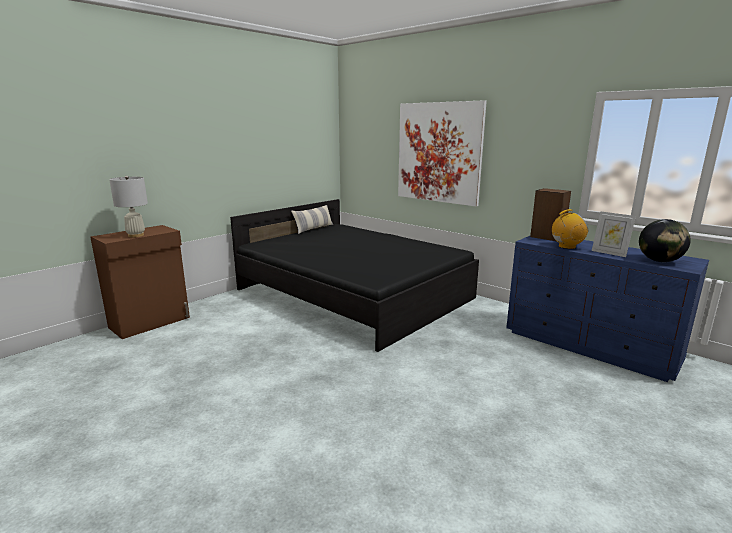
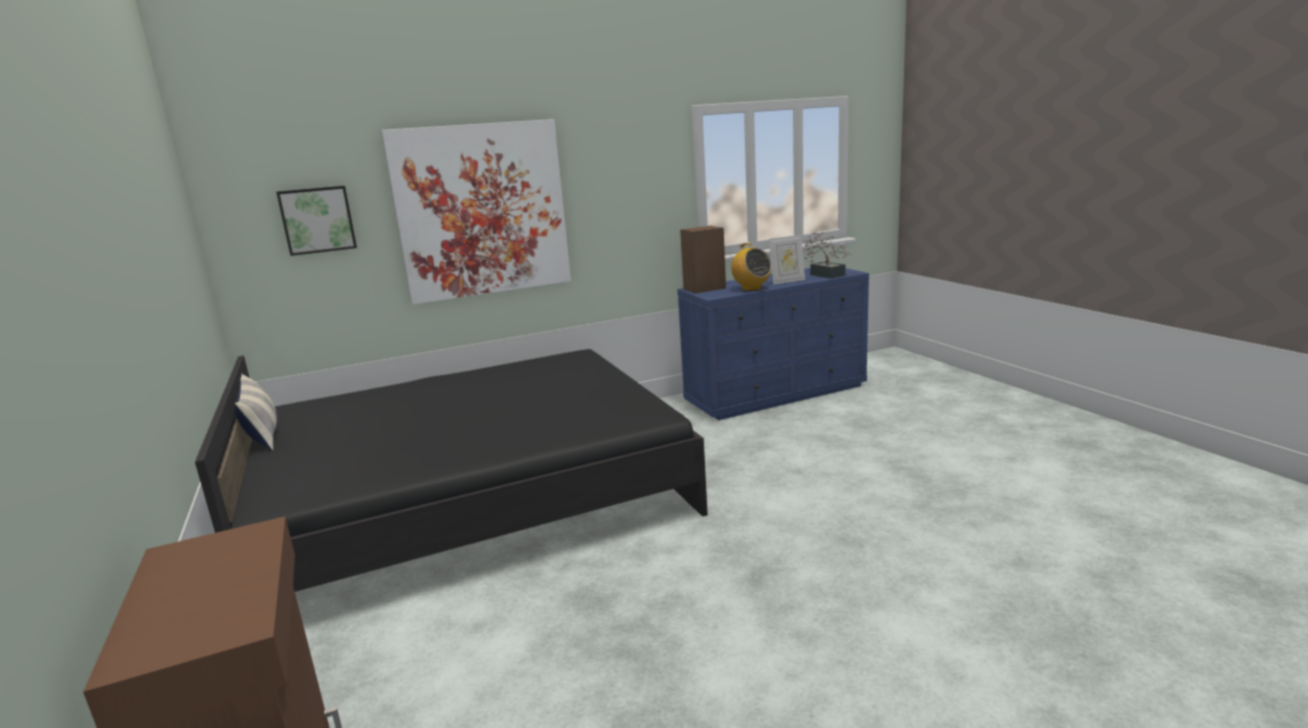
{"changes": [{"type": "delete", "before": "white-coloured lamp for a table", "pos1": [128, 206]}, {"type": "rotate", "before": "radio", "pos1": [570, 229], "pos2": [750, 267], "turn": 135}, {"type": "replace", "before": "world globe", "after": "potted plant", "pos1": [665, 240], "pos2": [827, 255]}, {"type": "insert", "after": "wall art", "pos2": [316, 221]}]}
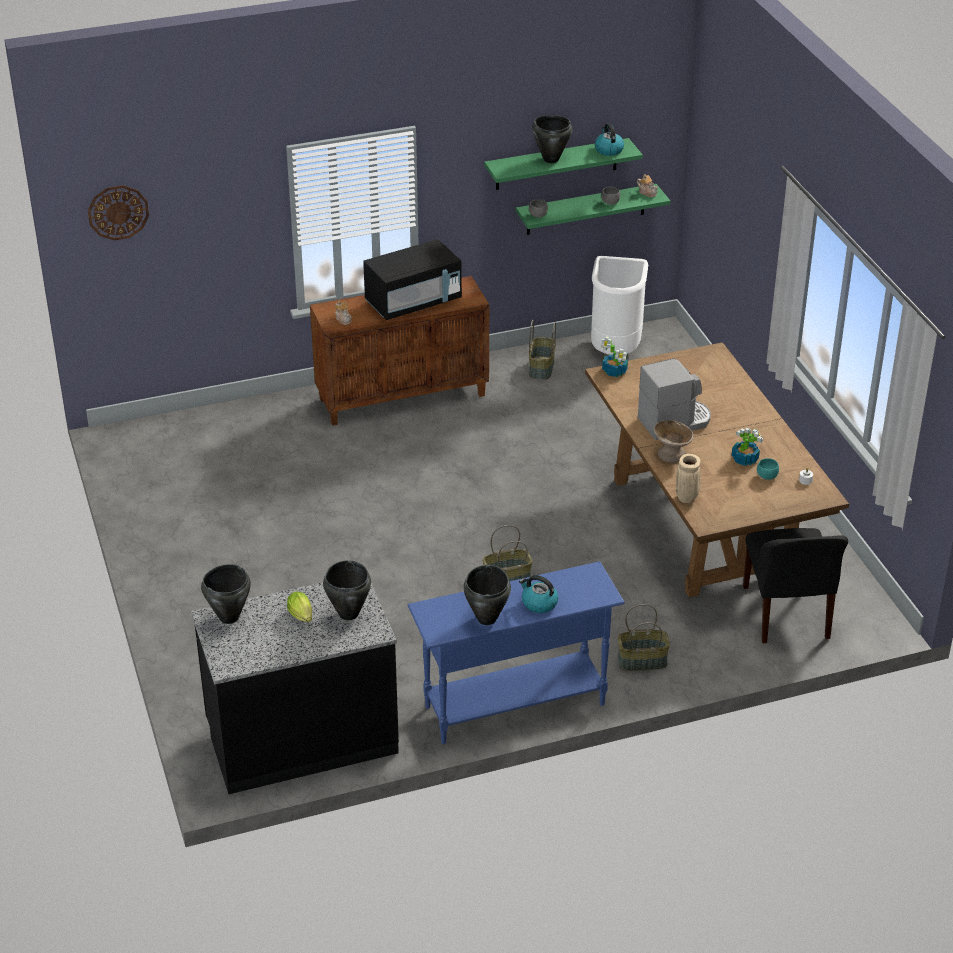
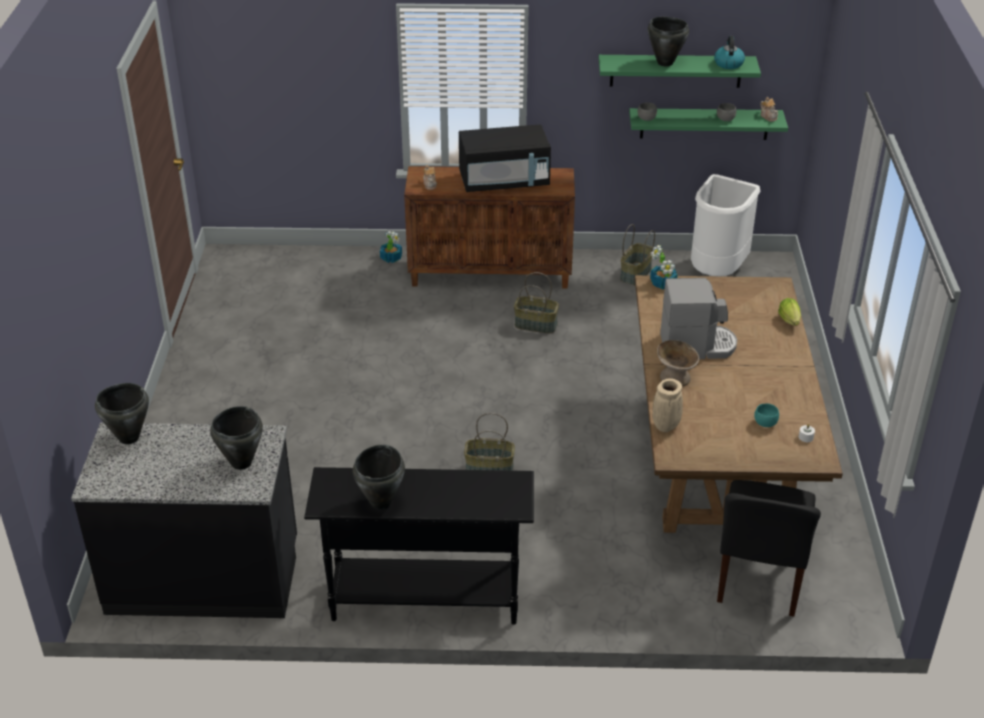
{"changes": [{"type": "delete", "before": "hanging clock", "pos1": [118, 213]}, {"type": "move", "before": "potted plant", "pos1": [747, 447], "pos2": [391, 247]}, {"type": "recolor", "before": "blue-coloured console table", "after": "black console table", "pos1": [516, 652], "pos2": [419, 546]}, {"type": "delete", "before": "kettle", "pos1": [538, 594]}, {"type": "move", "before": "lettuce head", "pos1": [299, 607], "pos2": [789, 312]}, {"type": "move", "before": "household basket", "pos1": [644, 637], "pos2": [536, 303]}]}
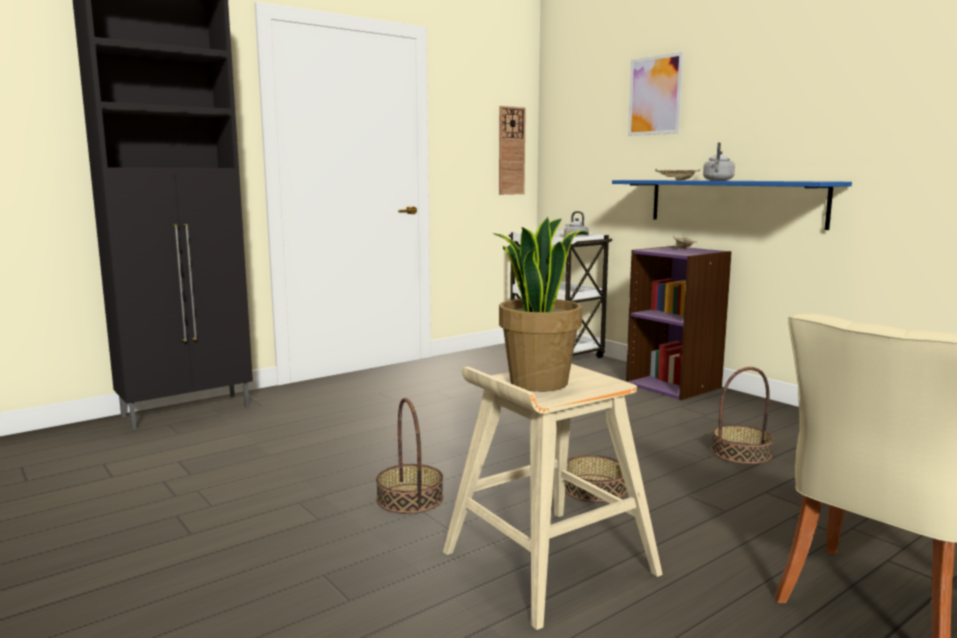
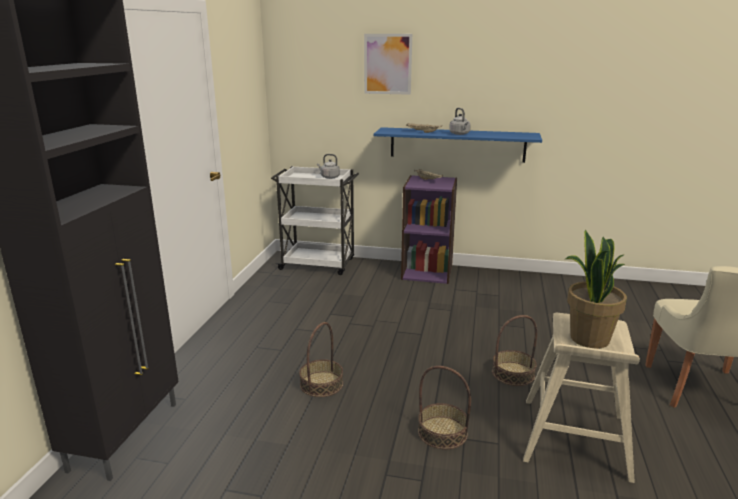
{"changes": [{"type": "delete", "before": "hanging clock", "pos1": [512, 150]}, {"type": "move", "before": "household basket", "pos1": [742, 415], "pos2": [321, 359]}]}
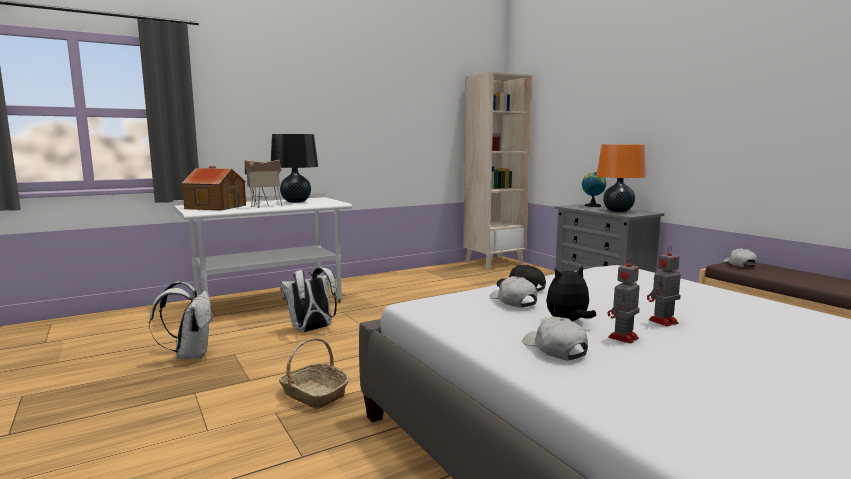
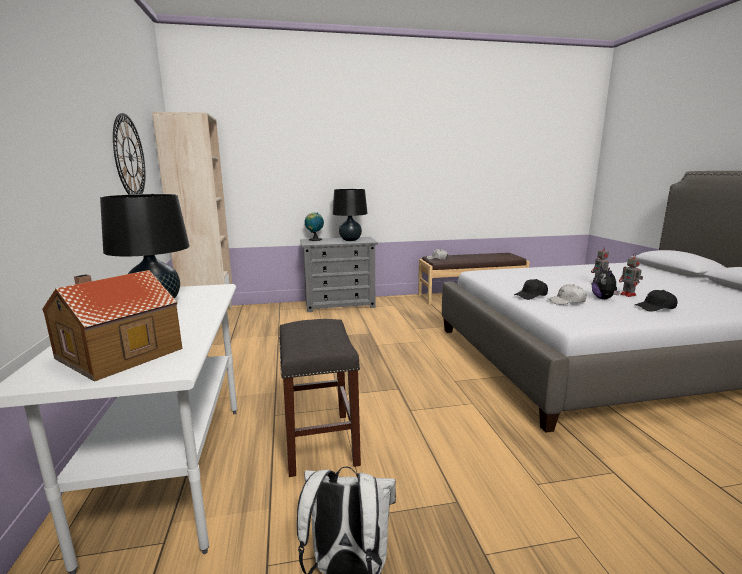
{"changes": [{"type": "recolor", "before": "orange lamp for a table", "after": "black lamp for a table", "pos1": [621, 178], "pos2": [350, 215]}, {"type": "delete", "before": "model house", "pos1": [263, 184]}, {"type": "replace", "before": "white-coloured rucksack", "after": "grey stool seat", "pos1": [308, 299], "pos2": [320, 398]}, {"type": "recolor", "before": "white-coloured peaked cap", "after": "black peaked cap", "pos1": [555, 338], "pos2": [656, 300]}, {"type": "delete", "before": "household basket", "pos1": [314, 373]}, {"type": "insert", "after": "hanging clock", "pos2": [129, 153]}]}
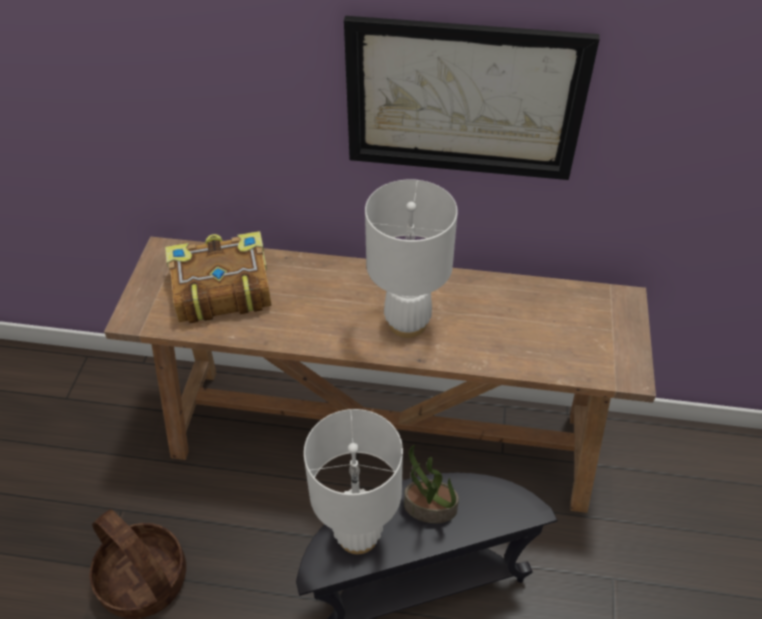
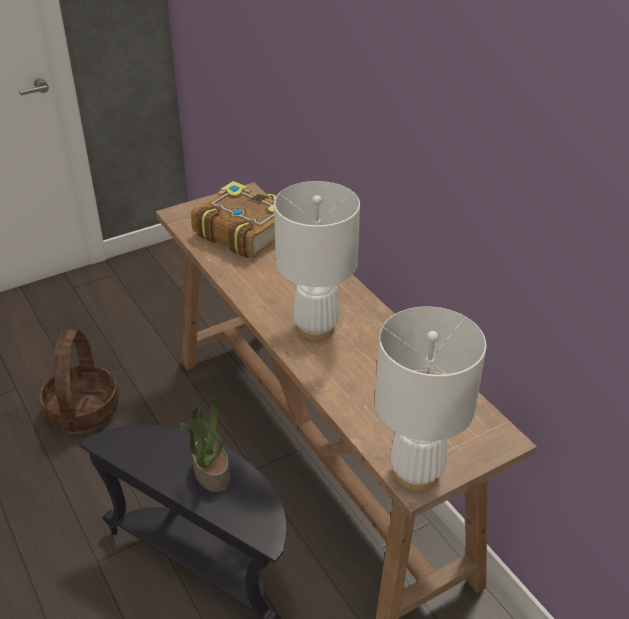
{"changes": [{"type": "delete", "before": "wall art", "pos1": [472, 98]}, {"type": "move", "before": "white-coloured lamp for a table", "pos1": [353, 481], "pos2": [430, 399]}]}
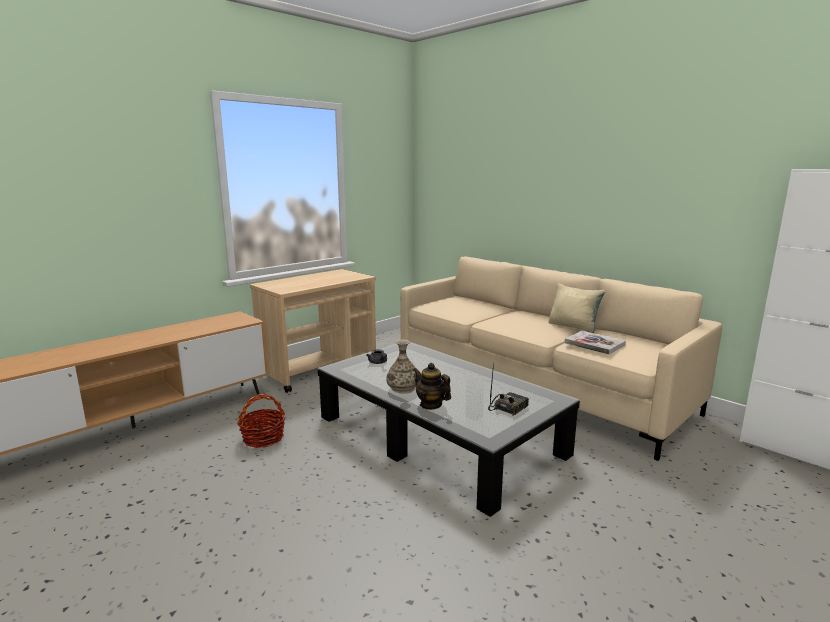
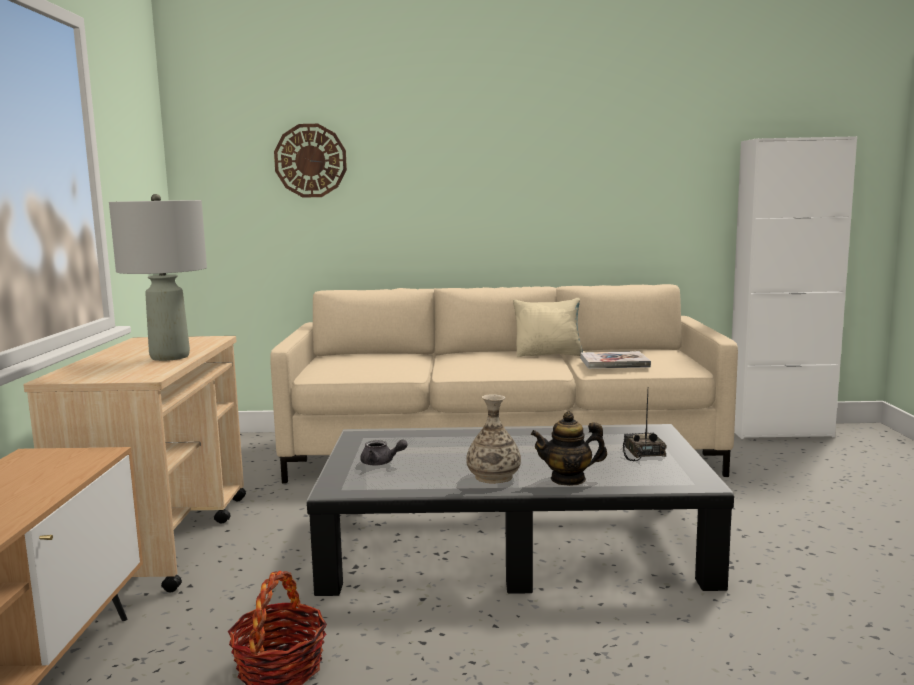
{"changes": [{"type": "insert", "after": "hanging clock", "pos2": [310, 161]}, {"type": "insert", "after": "grey lamp for a table", "pos2": [158, 277]}]}
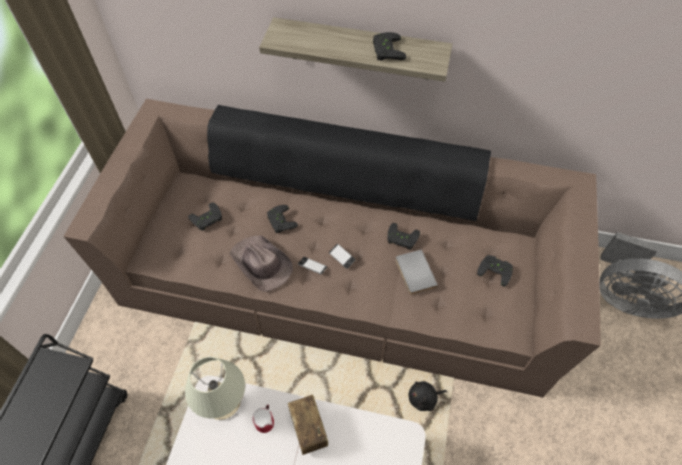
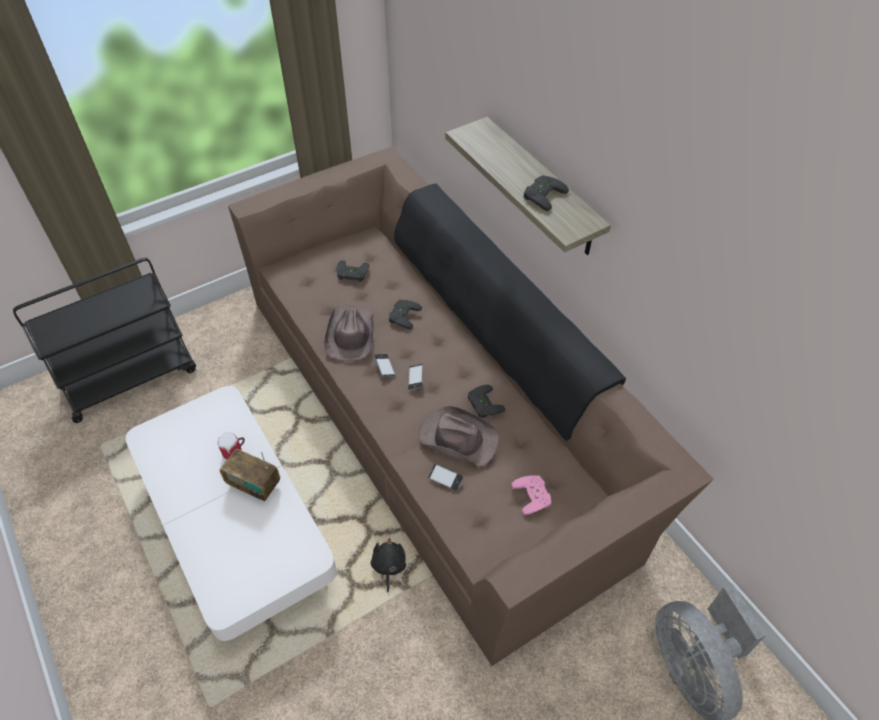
{"changes": [{"type": "replace", "before": "grey bound book", "after": "brownish hat", "pos1": [416, 272], "pos2": [459, 436]}, {"type": "recolor", "before": "black game controller", "after": "pinkish game controller", "pos1": [495, 271], "pos2": [531, 495]}, {"type": "delete", "before": "beige lamp for a table", "pos1": [215, 388]}, {"type": "rotate", "before": "black plush toy", "pos1": [428, 396], "pos2": [388, 564], "turn": 60}, {"type": "rotate", "before": "radio", "pos1": [308, 425], "pos2": [250, 475], "turn": -90}, {"type": "insert", "after": "phone", "pos2": [445, 477]}]}
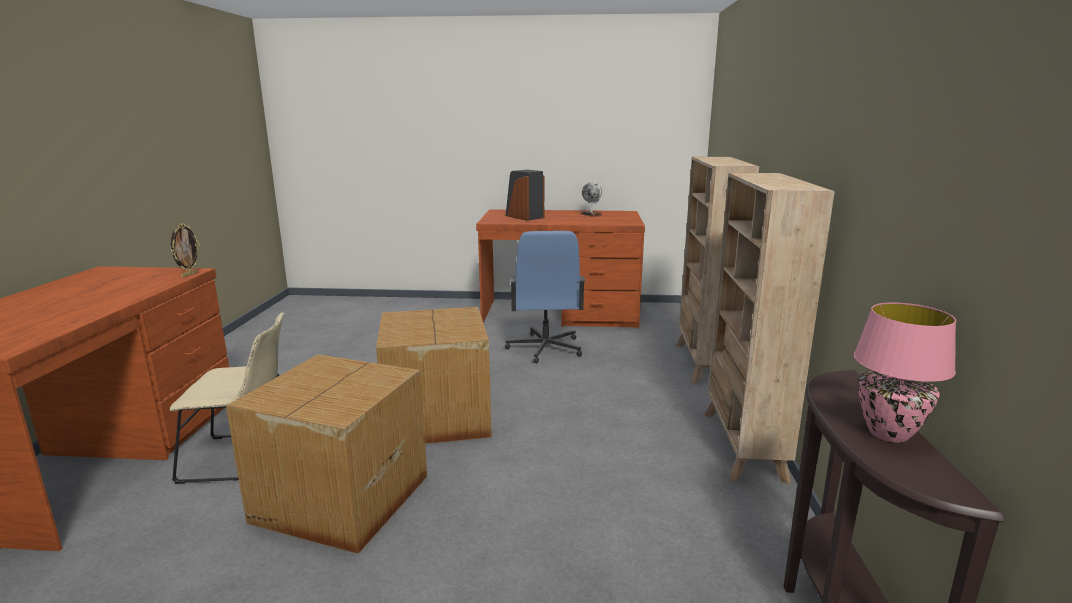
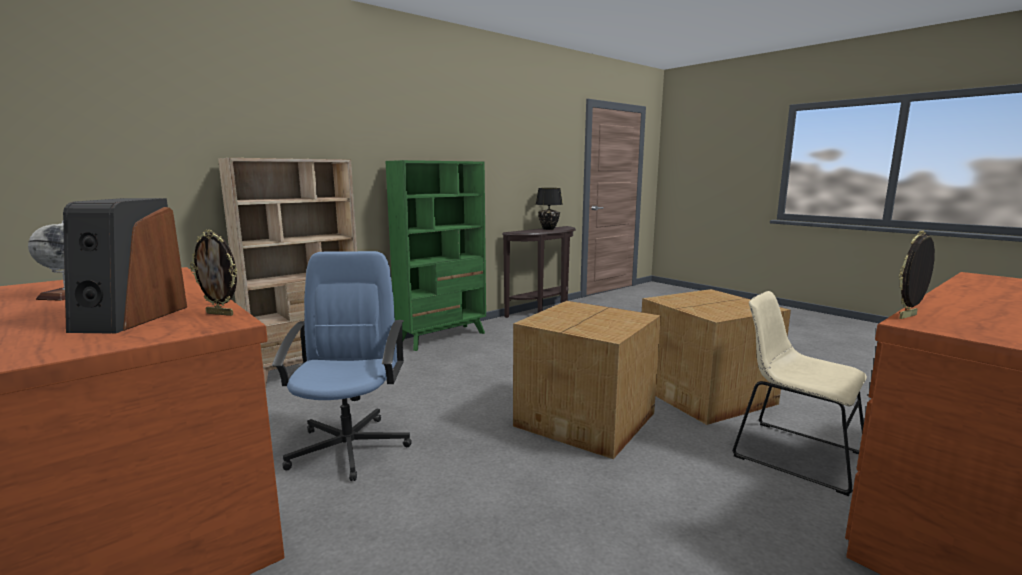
{"changes": [{"type": "recolor", "before": "beige bookcase", "after": "greenish bookcase", "pos1": [769, 328], "pos2": [435, 255]}, {"type": "rotate", "before": "blue-coloured desk chair", "pos1": [545, 297], "pos2": [342, 366], "turn": -45}, {"type": "recolor", "before": "pinkish lamp for a table", "after": "black lamp for a table", "pos1": [905, 373], "pos2": [549, 209]}, {"type": "insert", "after": "picture frame", "pos2": [214, 273]}]}
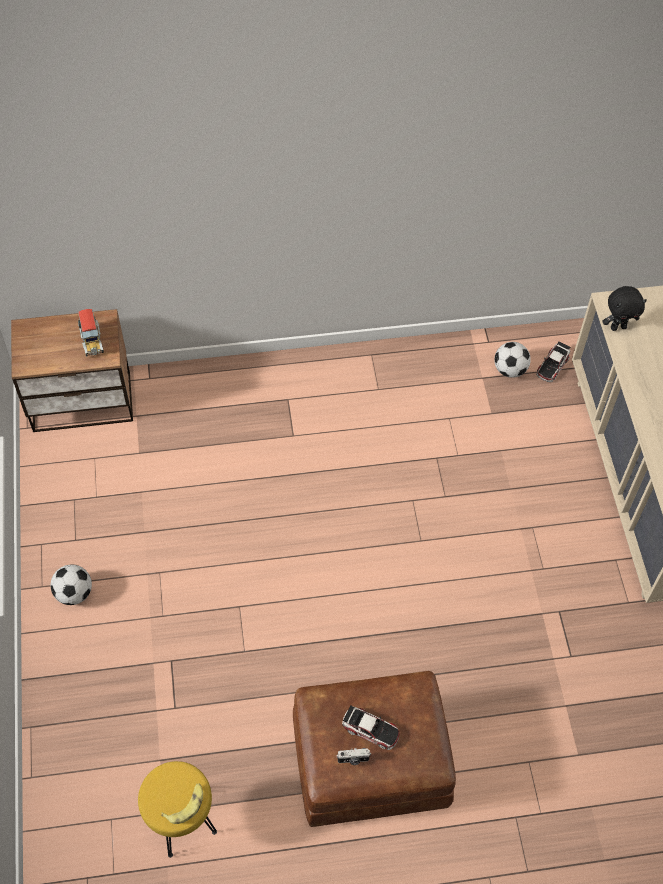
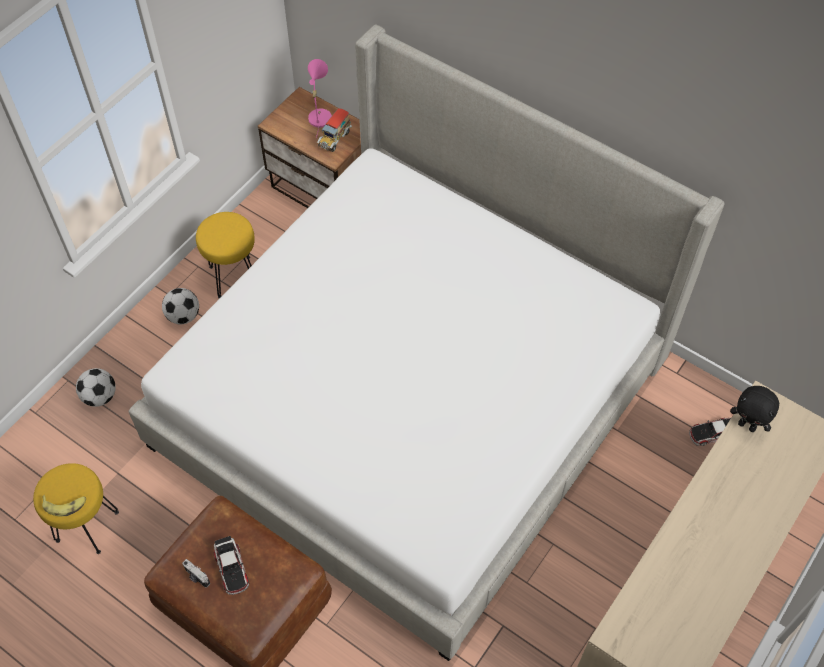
{"changes": [{"type": "move", "before": "football ball", "pos1": [512, 360], "pos2": [96, 387]}, {"type": "insert", "after": "sleeping bed", "pos2": [427, 343]}, {"type": "insert", "after": "pinkish lamp for a table", "pos2": [320, 98]}, {"type": "insert", "after": "yellow stool seat", "pos2": [225, 255]}]}
